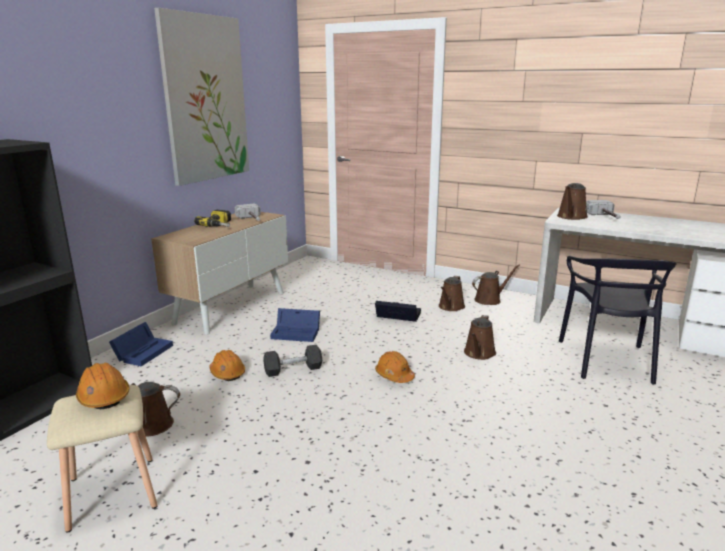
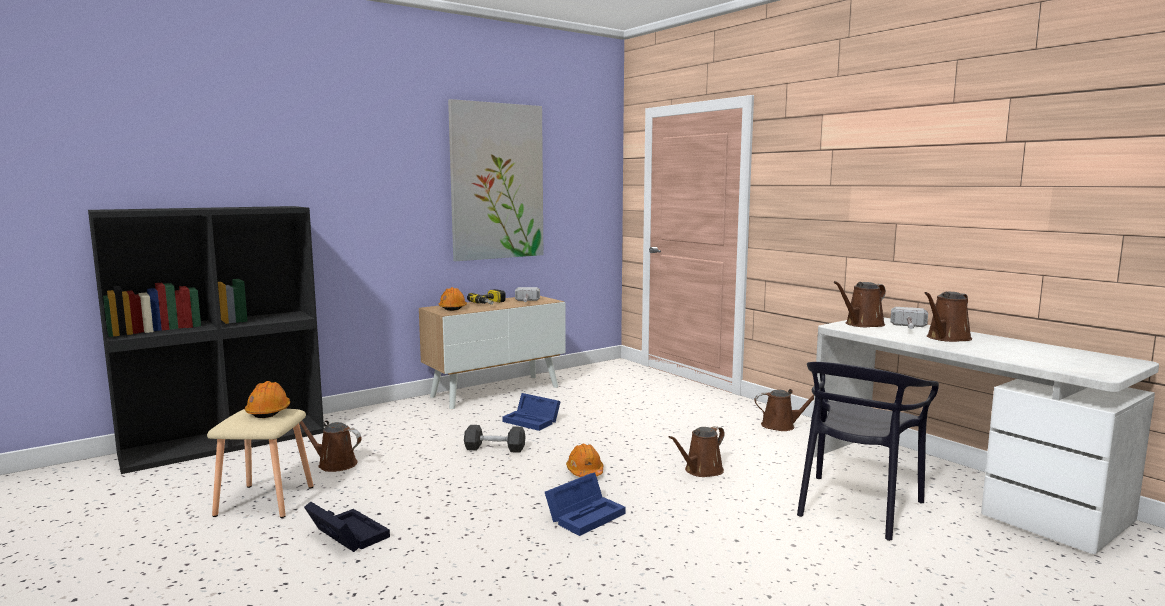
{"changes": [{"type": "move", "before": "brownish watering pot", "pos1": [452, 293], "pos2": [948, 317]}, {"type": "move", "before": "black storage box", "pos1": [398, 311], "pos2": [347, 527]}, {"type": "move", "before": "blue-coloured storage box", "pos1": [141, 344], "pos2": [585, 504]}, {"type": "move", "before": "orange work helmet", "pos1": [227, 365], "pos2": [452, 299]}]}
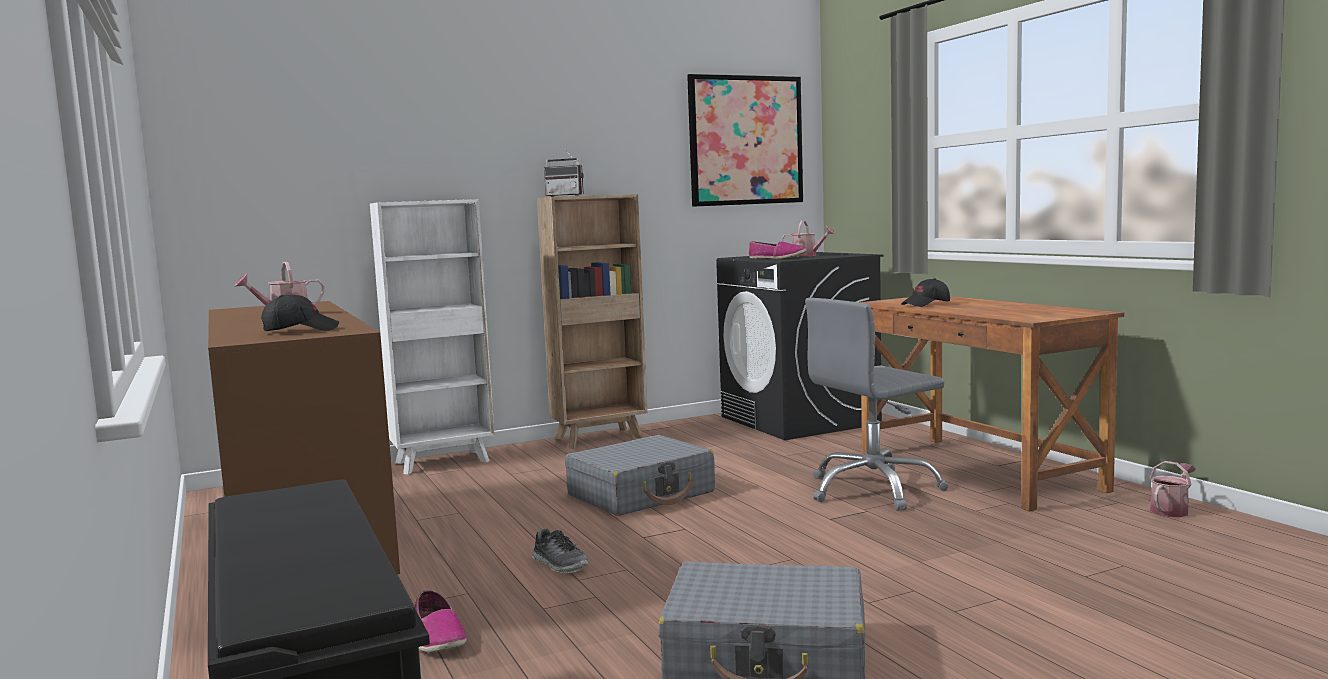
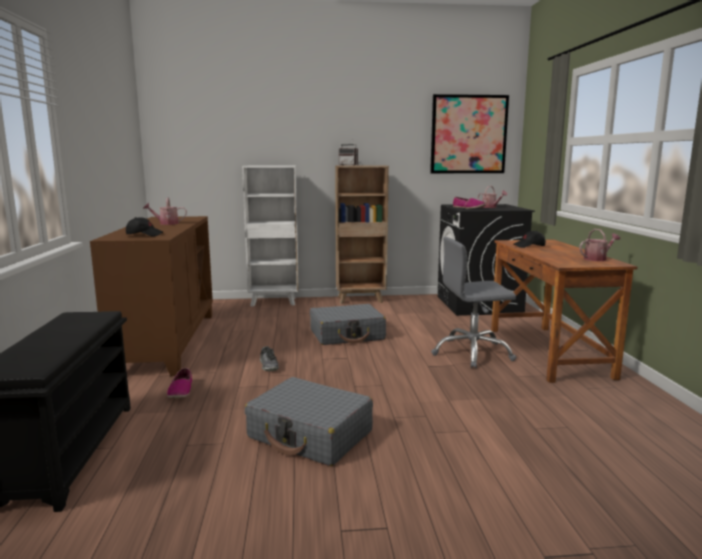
{"changes": [{"type": "move", "before": "watering pot", "pos1": [1173, 489], "pos2": [599, 245]}]}
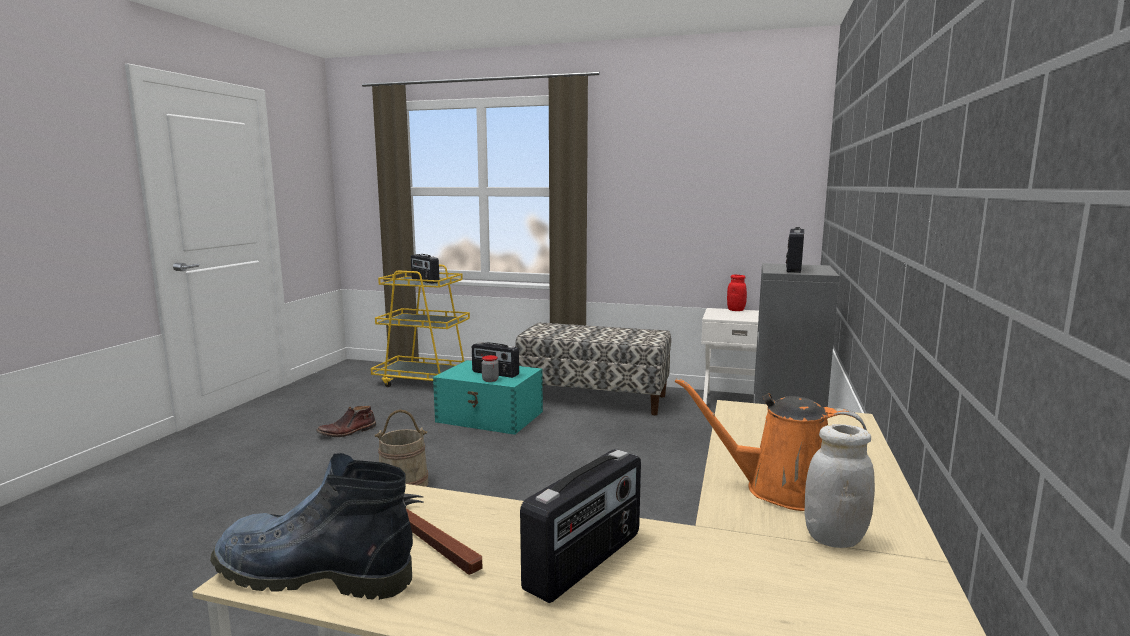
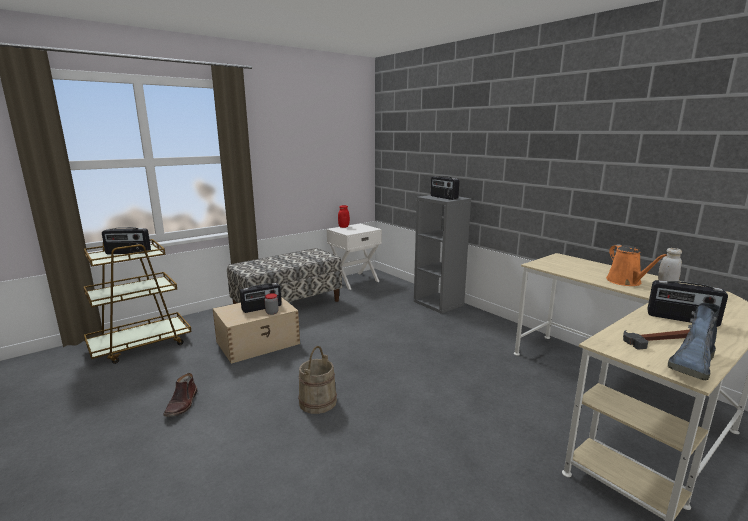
{"changes": [{"type": "recolor", "before": "yellow trolley", "after": "brownish trolley", "pos1": [420, 326], "pos2": [138, 301]}, {"type": "recolor", "before": "turquoise storage box", "after": "beige storage box", "pos1": [488, 397], "pos2": [256, 330]}, {"type": "rotate", "before": "orange watering pot", "pos1": [771, 444], "pos2": [636, 265], "turn": -60}, {"type": "rotate", "before": "radio", "pos1": [580, 526], "pos2": [687, 303], "turn": 135}]}
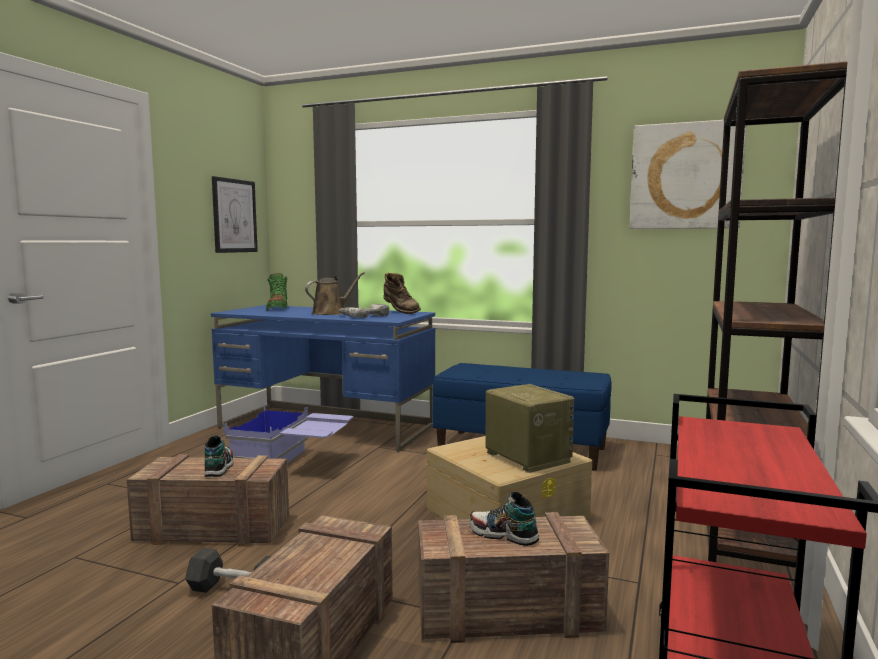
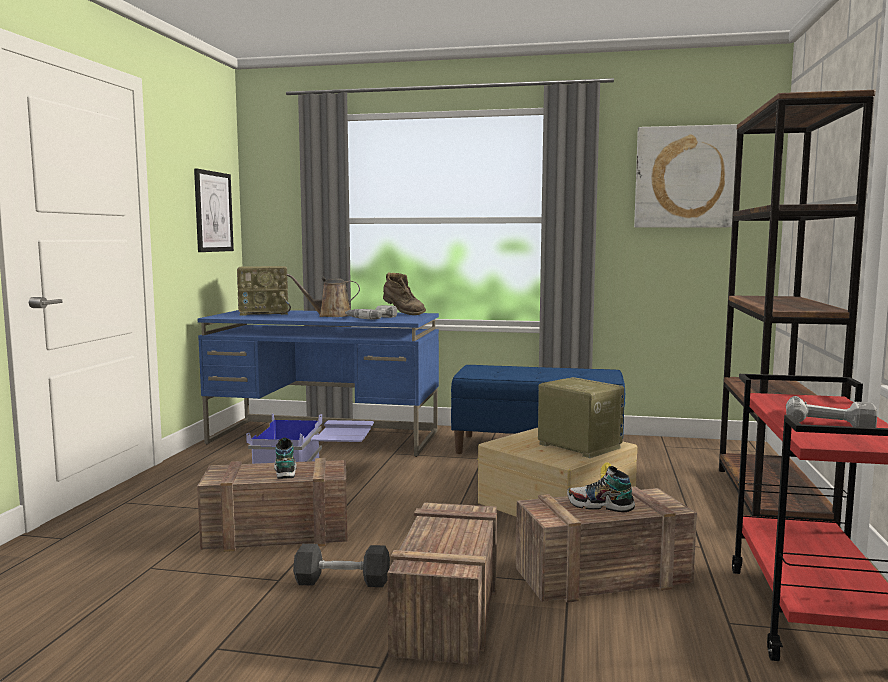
{"changes": [{"type": "rotate", "before": "brownish watering pot", "pos1": [335, 293], "pos2": [323, 295], "turn": -135}, {"type": "replace", "before": "greenish tall boot", "after": "radio", "pos1": [277, 291], "pos2": [264, 291]}, {"type": "insert", "after": "electric drill", "pos2": [831, 412]}]}
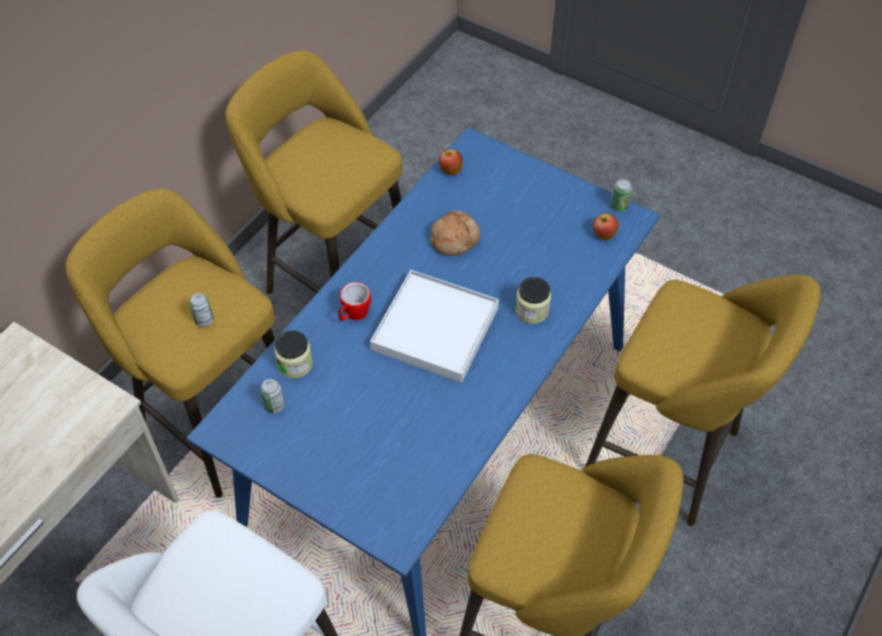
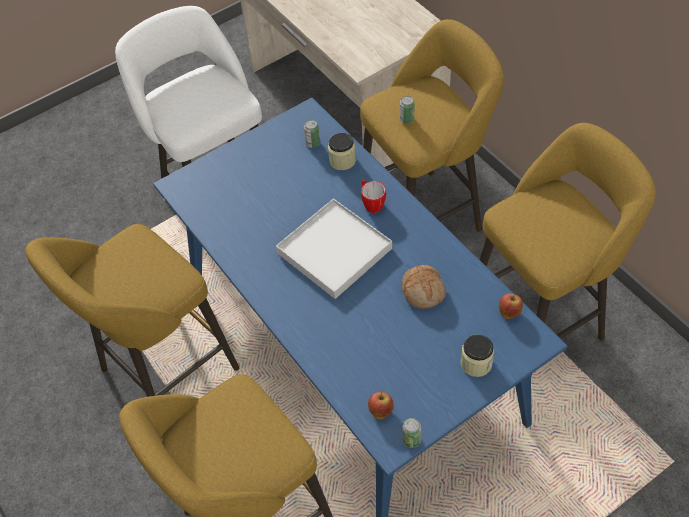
{"changes": [{"type": "move", "before": "storage jar", "pos1": [533, 300], "pos2": [477, 355]}]}
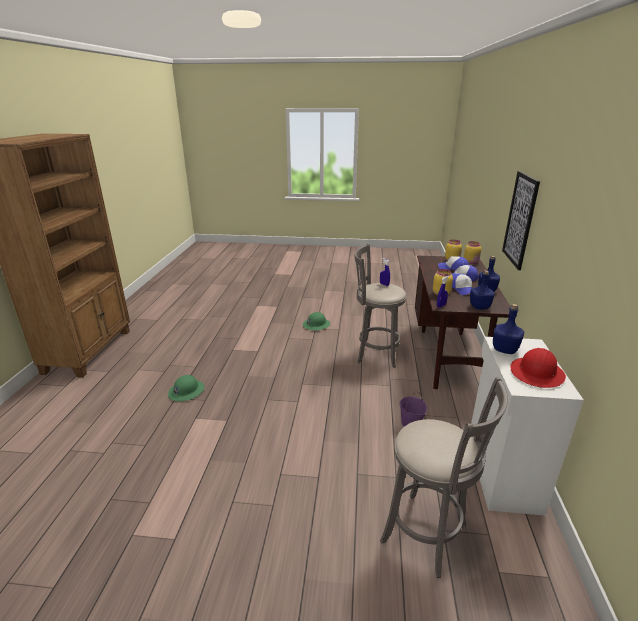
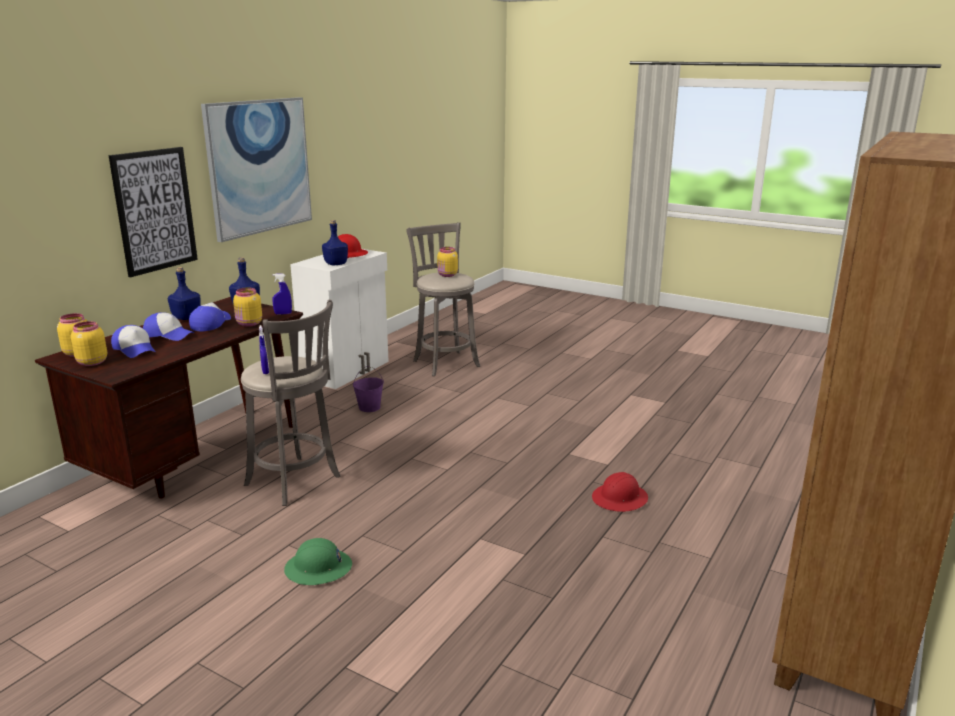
{"changes": [{"type": "recolor", "before": "greenish work helmet", "after": "red work helmet", "pos1": [186, 388], "pos2": [620, 492]}, {"type": "insert", "after": "wall art", "pos2": [256, 169]}, {"type": "insert", "after": "yellow storage jar", "pos2": [447, 262]}]}
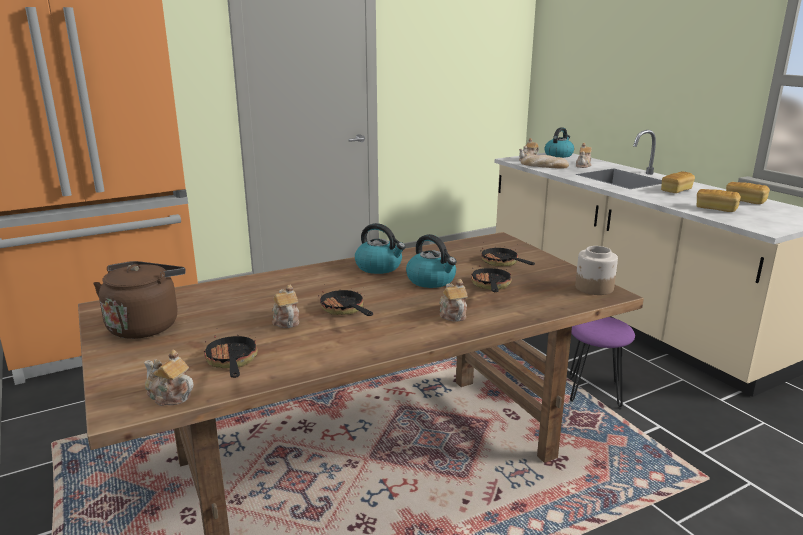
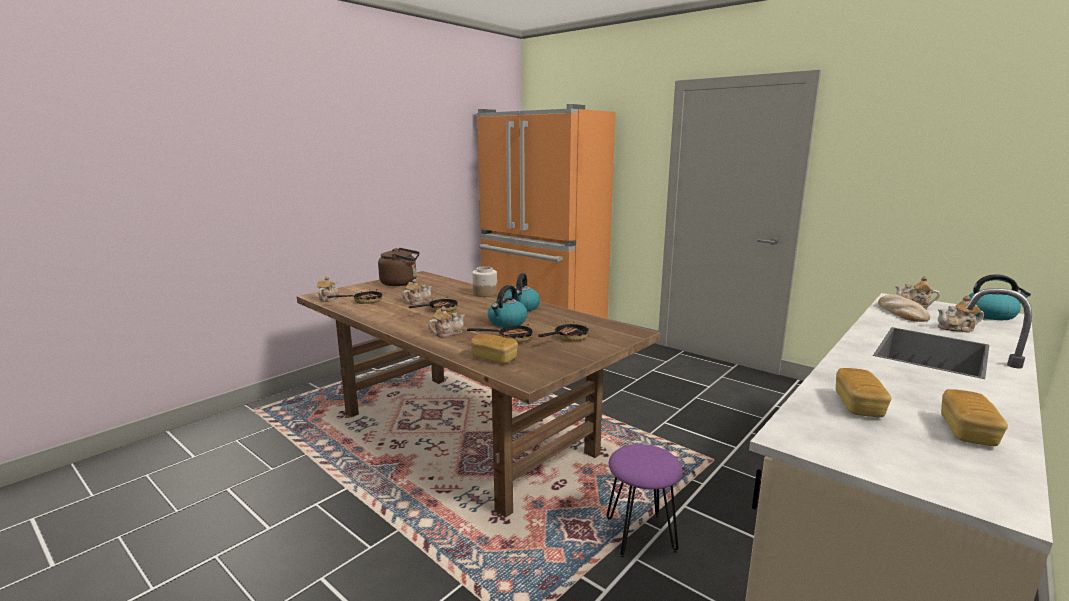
{"changes": [{"type": "move", "before": "bakery bread", "pos1": [678, 182], "pos2": [494, 349]}, {"type": "move", "before": "storage jar", "pos1": [596, 270], "pos2": [484, 281]}]}
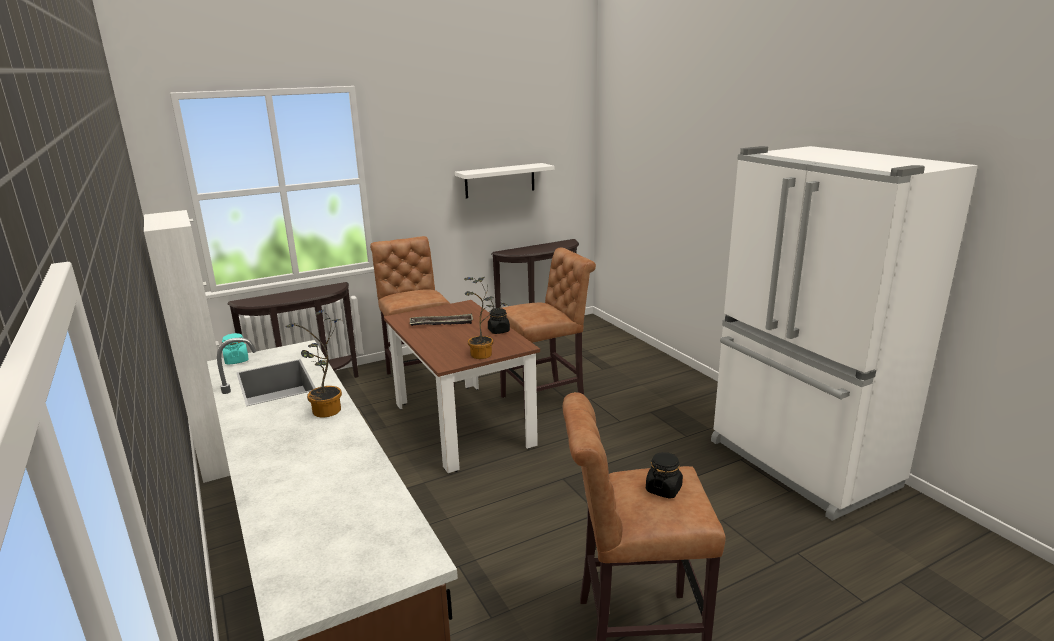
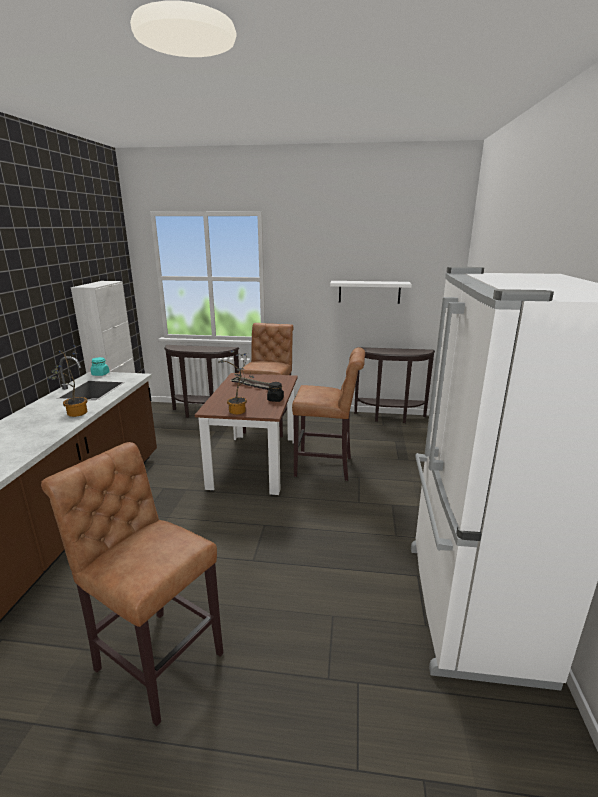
{"changes": [{"type": "delete", "before": "black storage jar", "pos1": [664, 475]}]}
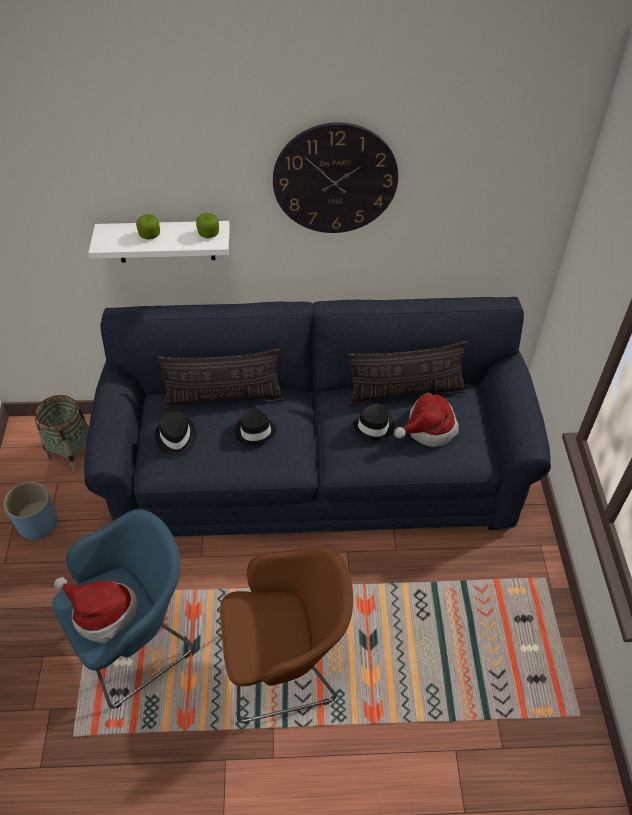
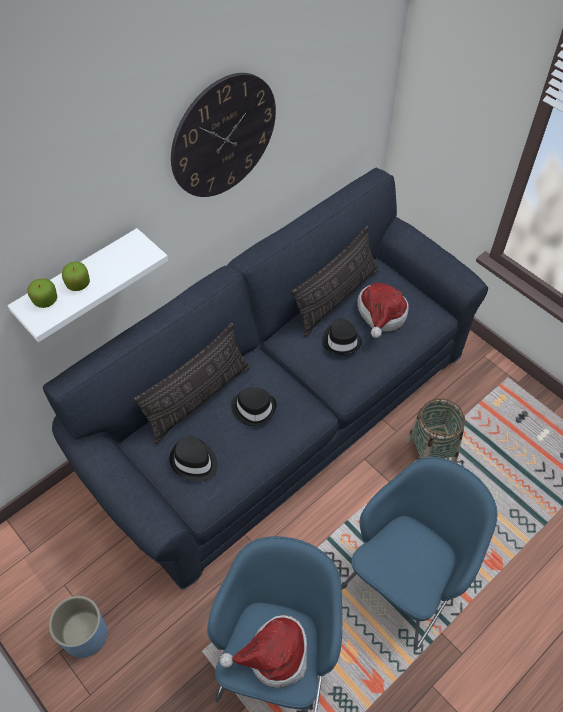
{"changes": [{"type": "move", "before": "apple fruit", "pos1": [207, 225], "pos2": [42, 293]}, {"type": "move", "before": "household basket", "pos1": [62, 433], "pos2": [436, 430]}, {"type": "recolor", "before": "brownish armchair", "after": "blue-coloured armchair", "pos1": [286, 635], "pos2": [419, 553]}]}
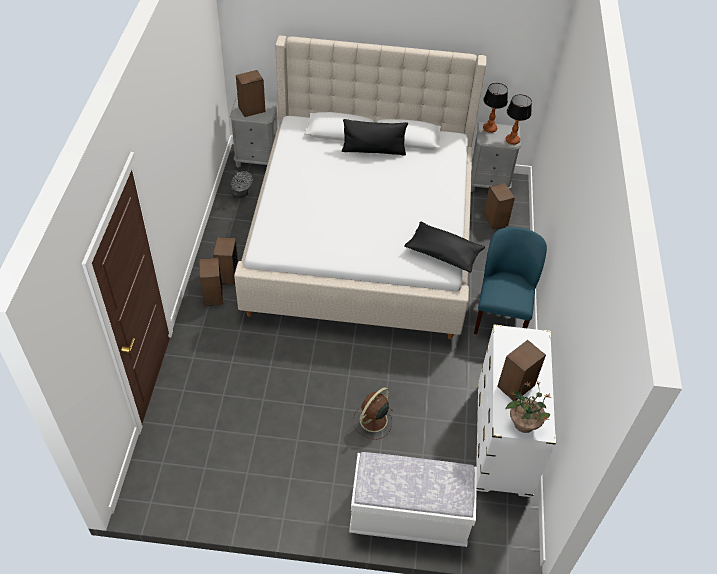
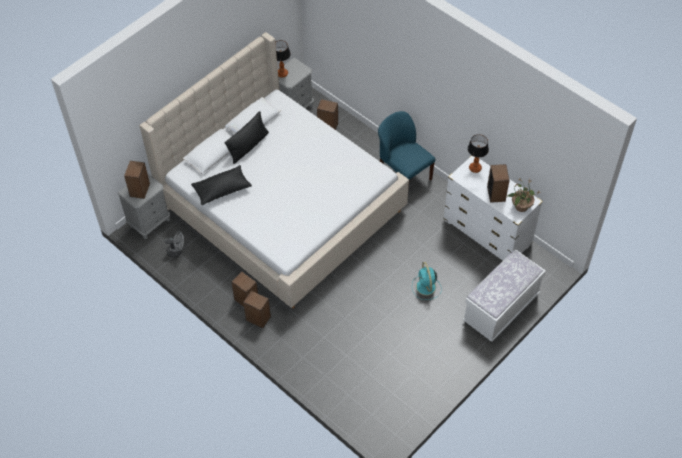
{"changes": [{"type": "move", "before": "lamp for a table", "pos1": [519, 119], "pos2": [478, 153]}, {"type": "move", "before": "black pillow", "pos1": [445, 247], "pos2": [221, 185]}, {"type": "recolor", "before": "brownish fan", "after": "turquoise fan", "pos1": [373, 413], "pos2": [427, 281]}]}
